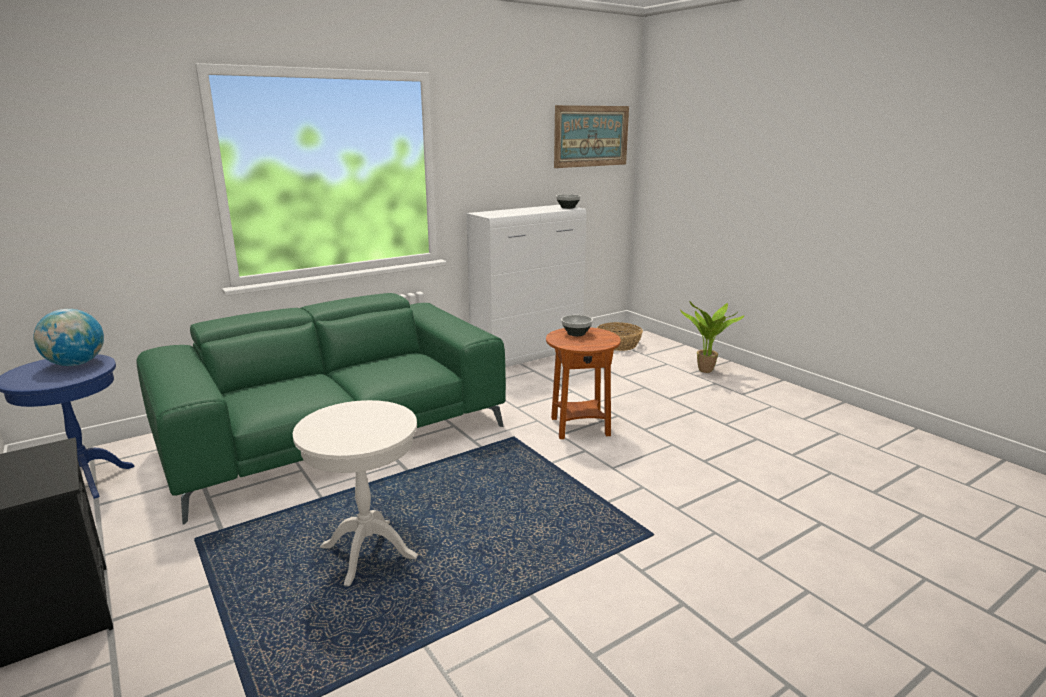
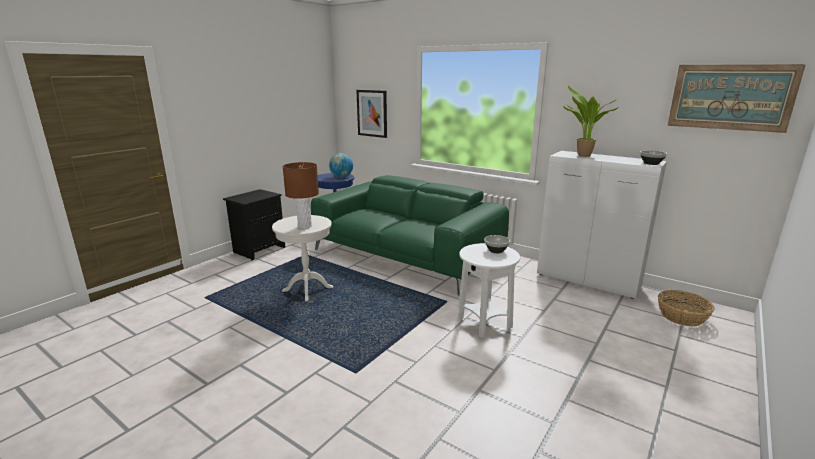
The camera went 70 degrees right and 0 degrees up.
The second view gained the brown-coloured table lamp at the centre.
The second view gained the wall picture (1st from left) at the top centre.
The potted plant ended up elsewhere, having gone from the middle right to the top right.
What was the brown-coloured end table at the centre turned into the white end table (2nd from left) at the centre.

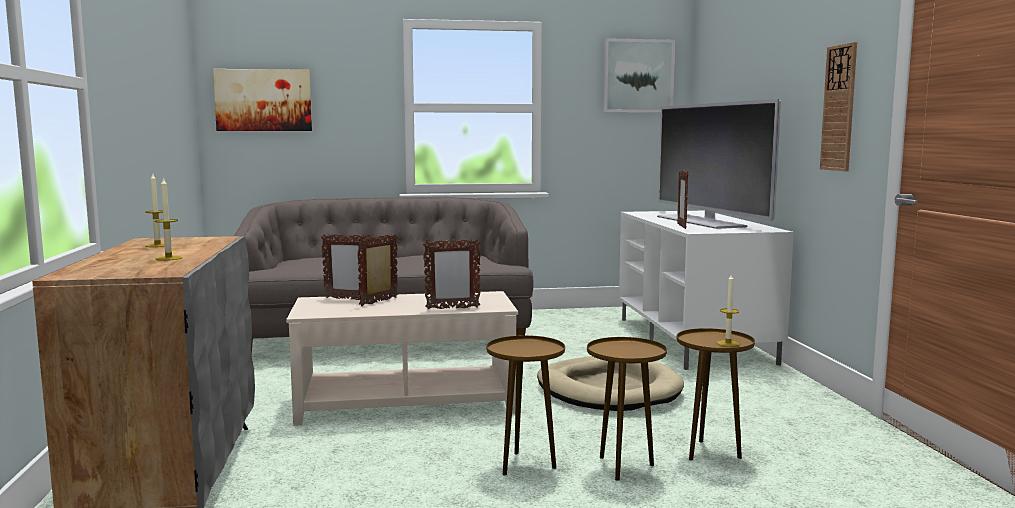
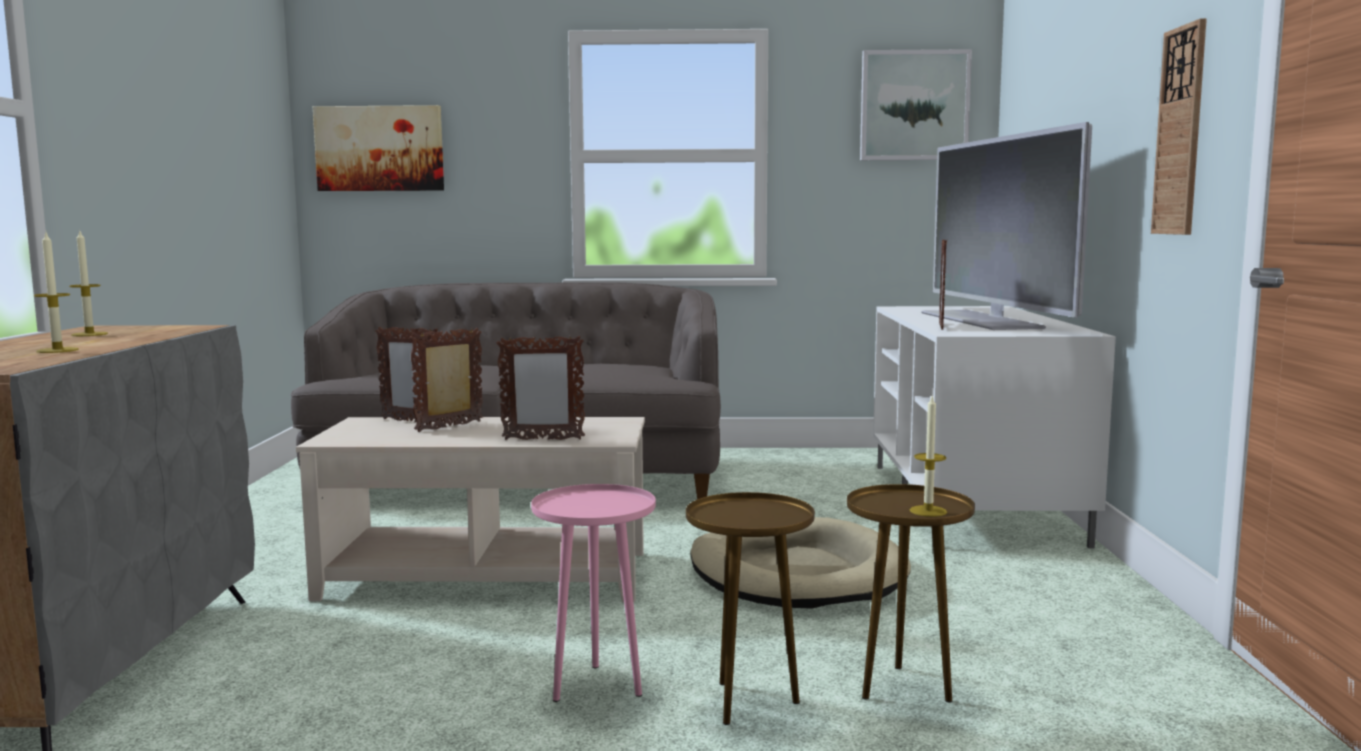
The camera went 10 degrees right and 0 degrees up.
What was the brown-coloured end table (1st from left) at the bottom centre turned into the pinkish end table at the bottom centre.

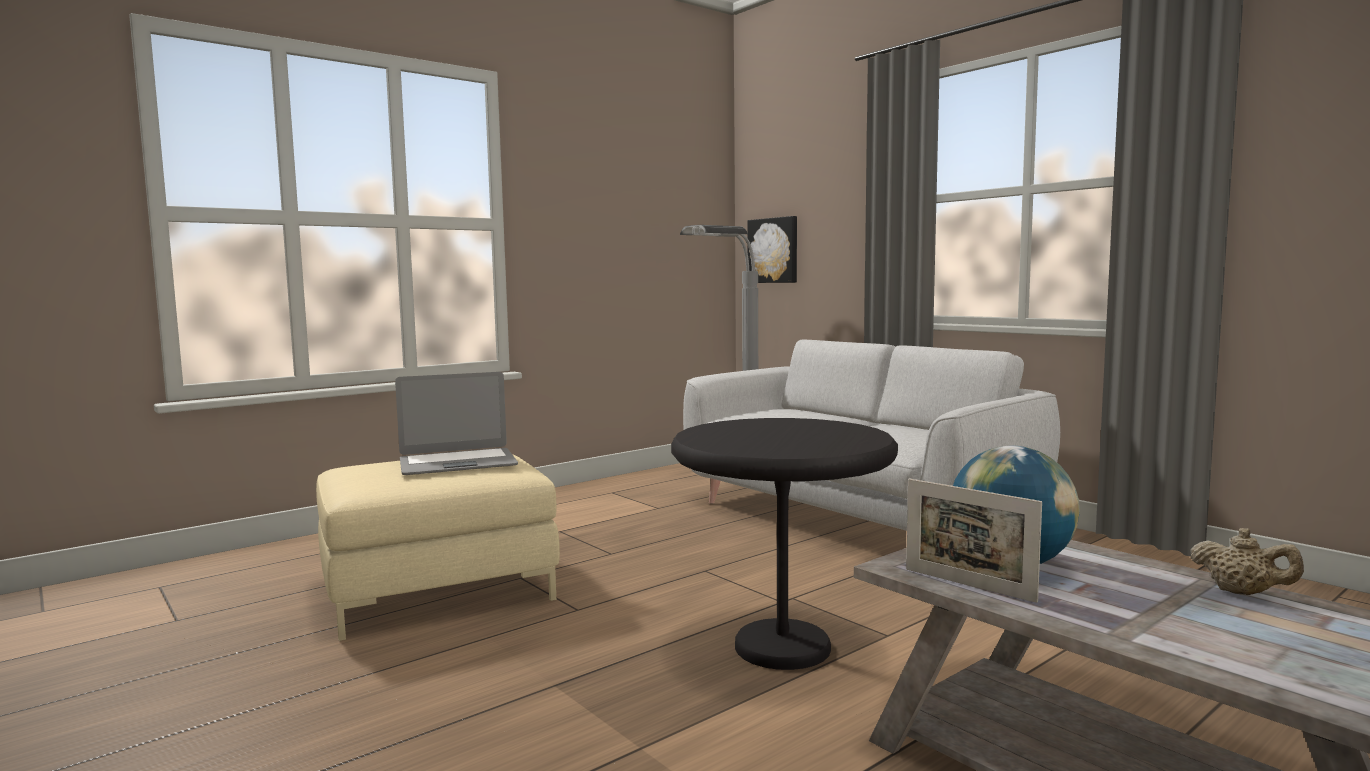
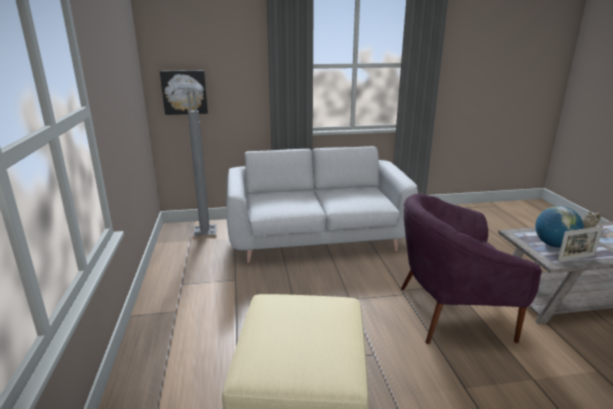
The camera went 60 degrees left and 15 degrees up.
The second view lost the notebook computer at the middle left.
Where the black-coloured end table stood at the bottom centre, the purple armchair came to stand at the middle right.

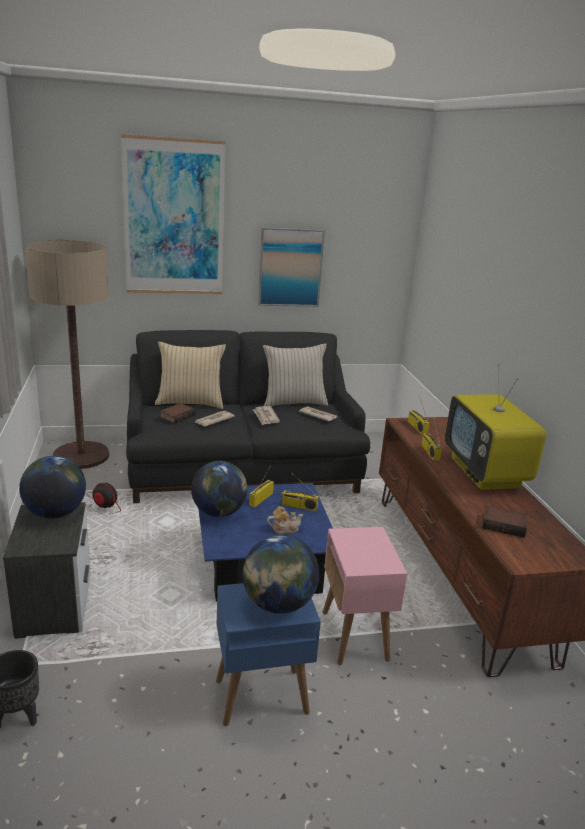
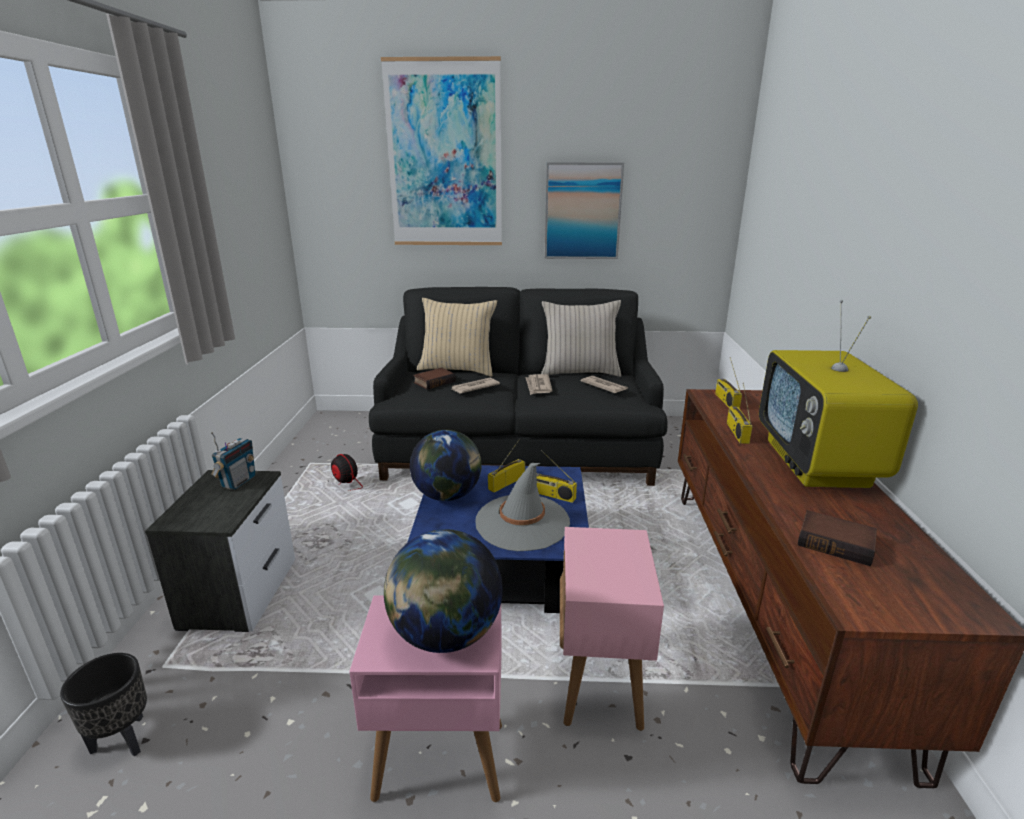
The camera went 15 degrees right and 0 degrees up.
The second view lost the standard lamp at the middle left.
Where the world globe (1st from left) stood at the middle left, the radio receiver (1st from left) came to stand at the middle left.
Where the pot for tea stood at the centre, the greyish hat came to stand at the centre.
What was the blue-coloured end table at the bottom centre turned into the pinkish end table (1st from left) at the bottom centre.

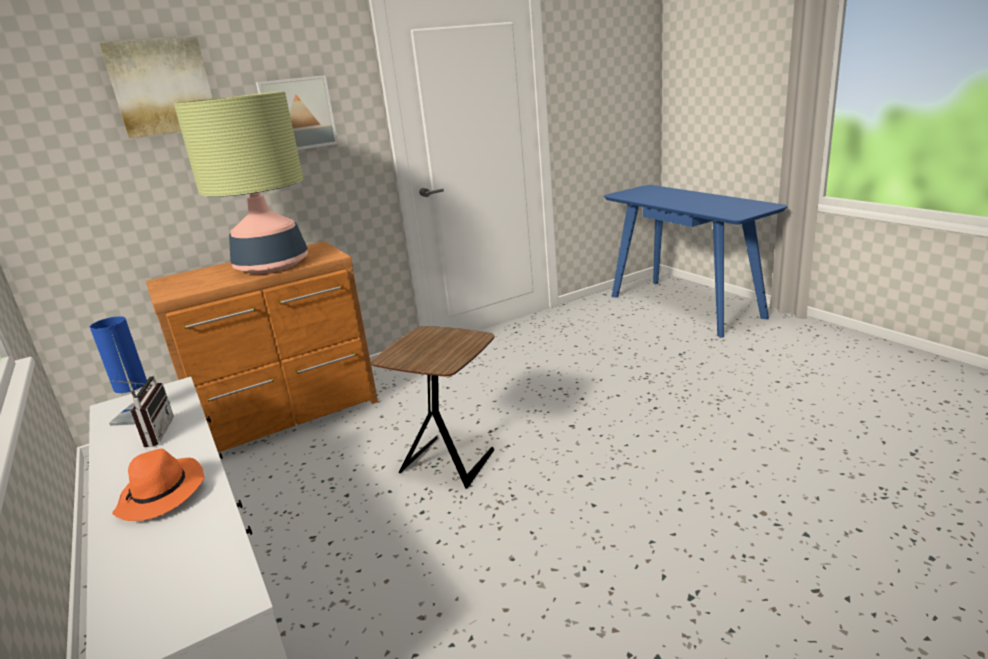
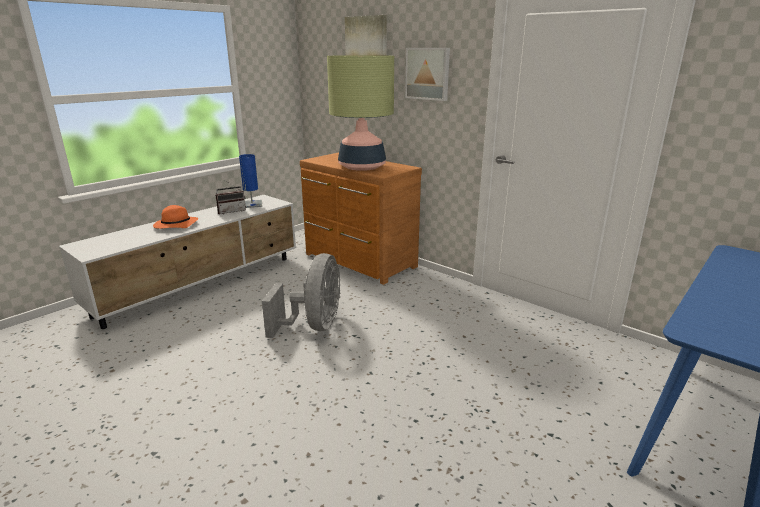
The camera went 70 degrees right and 0 degrees up.
Where the brown-coloured end table stood at the centre, the greyish cooling fan came to stand at the centre.

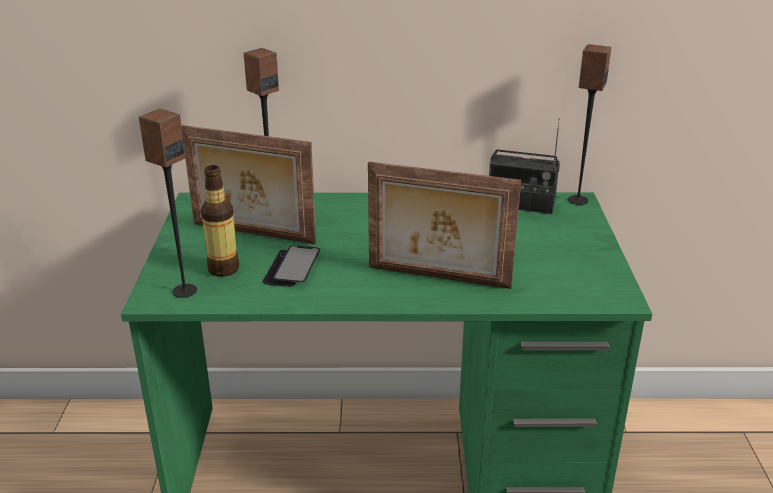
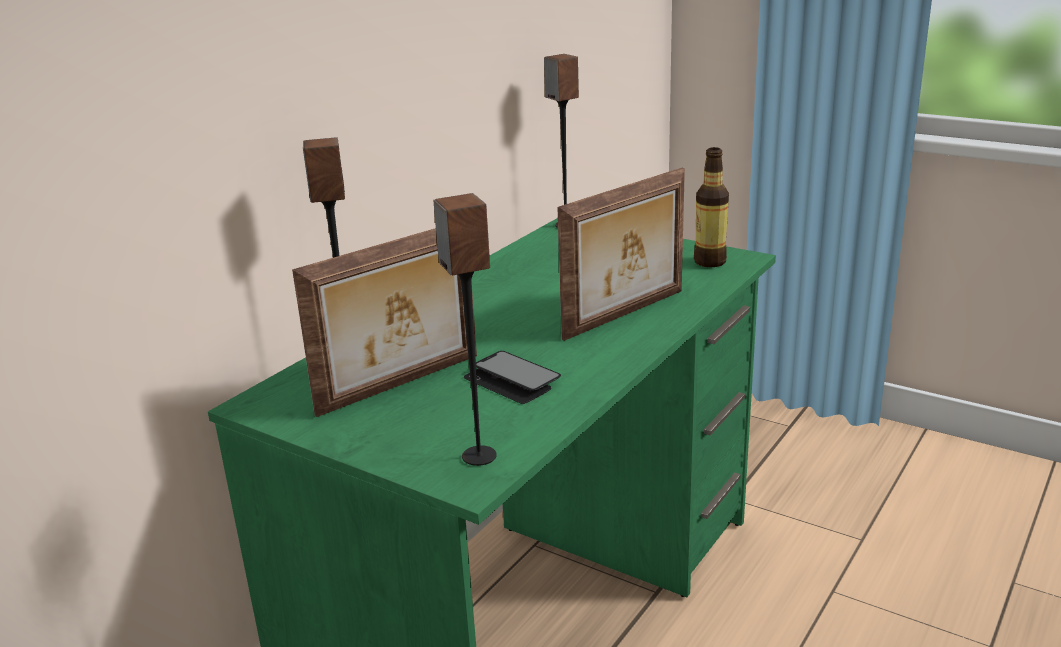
The camera went 55 degrees left and 5 degrees down.
The second view lost the radio receiver at the middle right.
The bottle ended up elsewhere, having gone from the middle left to the top right.

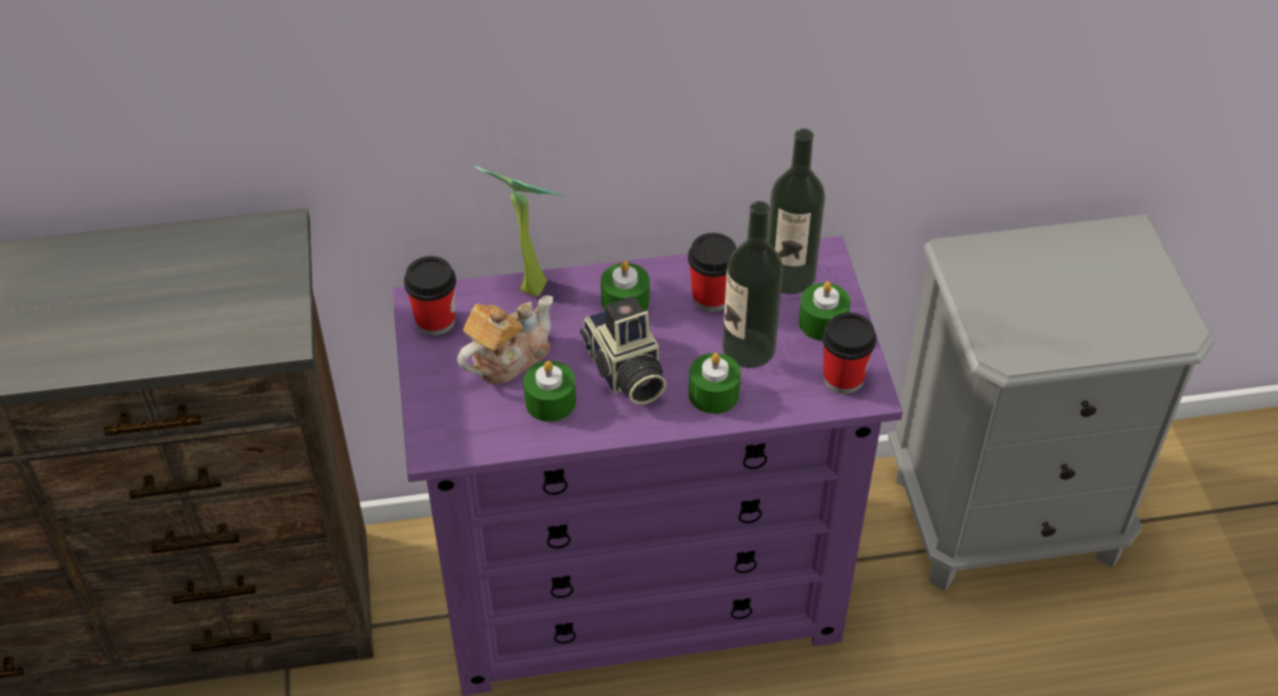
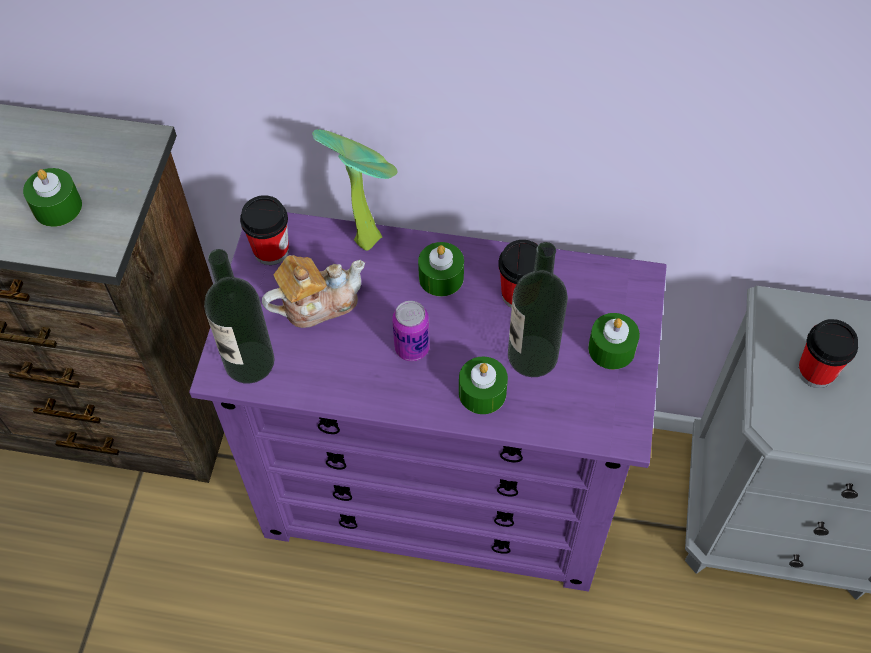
The camera went 20 degrees right and 10 degrees up.
The green-coloured wax candle (1st from left) ended up elsewhere, having gone from the centre to the top left.
The bottle (2nd from left in the first image) ended up elsewhere, having gone from the top centre to the middle left.
The small cup (3rd from left) ended up elsewhere, having gone from the centre to the middle right.
Where the still camera stood at the centre, the sealed can came to stand at the centre.

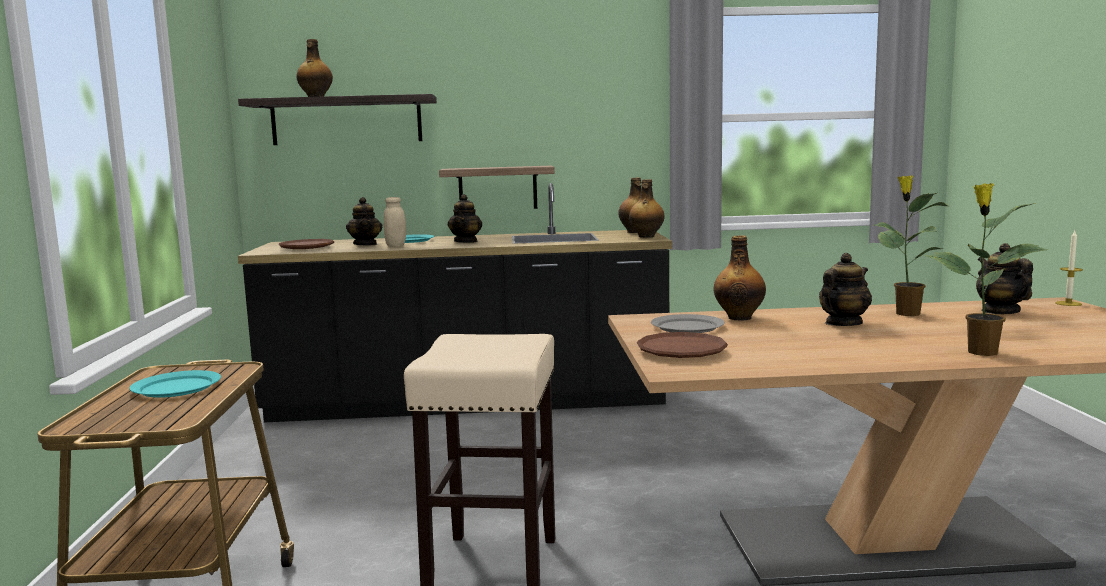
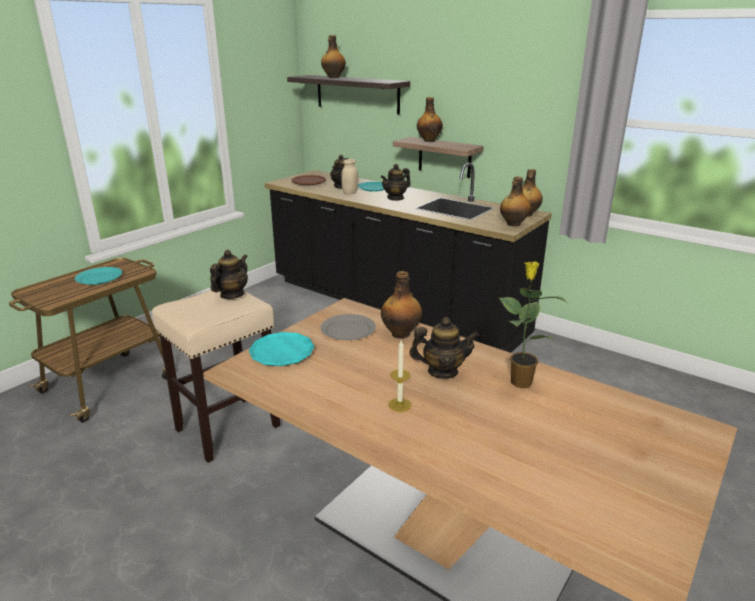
The camera went 40 degrees right and 15 degrees up.
The second view lost the potted plant (2nd from left) at the middle right.
The second view gained the bottle (3rd from left) at the top centre.
The pot for tea (4th from left in the first image) ended up elsewhere, having gone from the middle right to the middle left.
The wax candle ended up elsewhere, having gone from the middle right to the centre.
What was the brown-coloured dinner plate (2nd from left) at the centre turned into the turquoise dinner plate (2nd from left) at the centre.

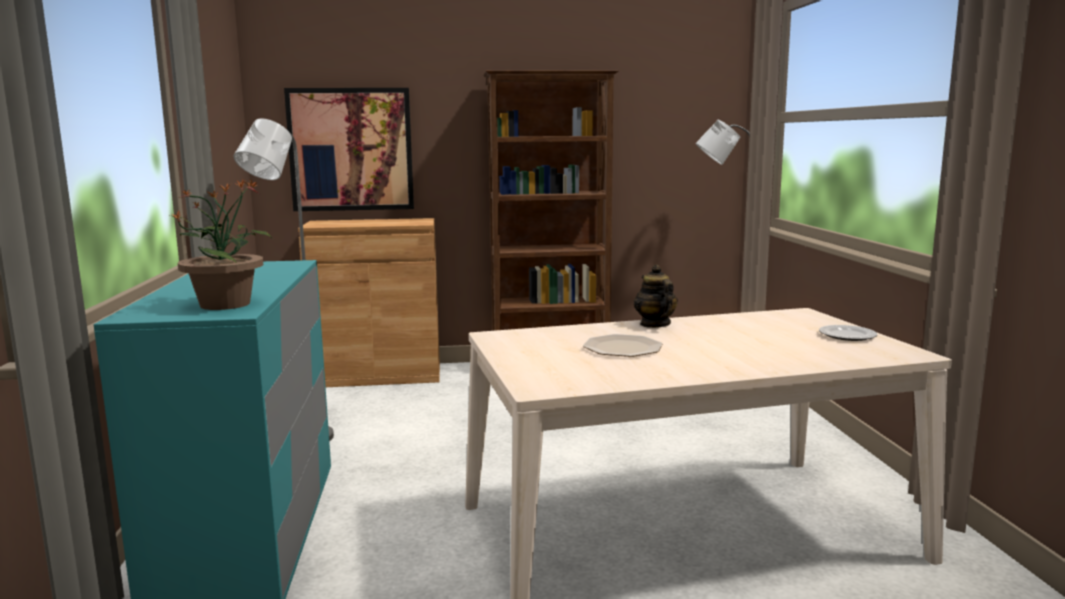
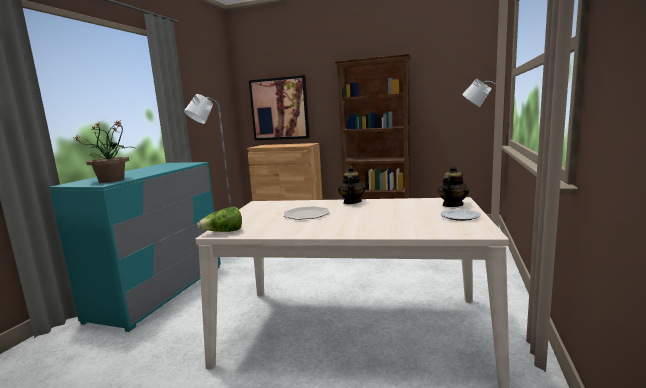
The camera went 25 degrees right and 0 degrees up.
The second view gained the lettuce head at the centre.
The second view gained the pot for tea (2nd from left) at the middle right.

